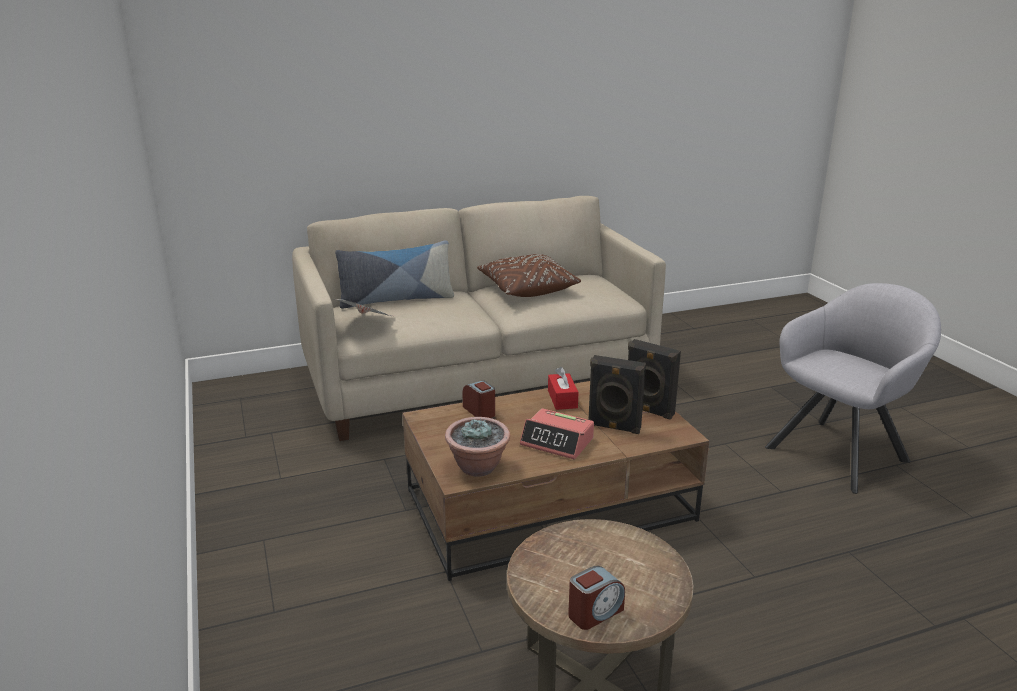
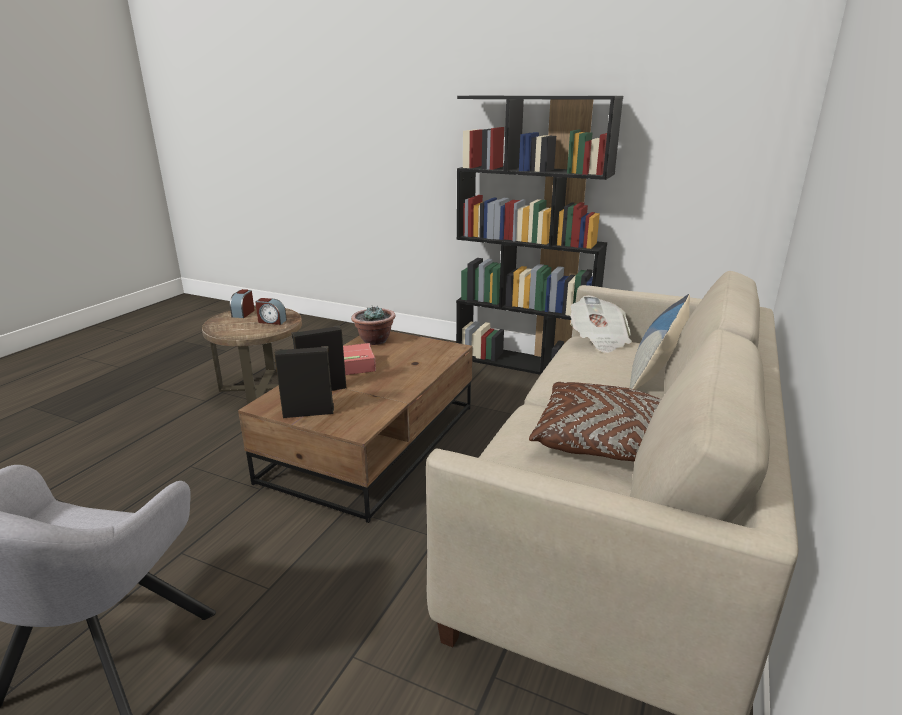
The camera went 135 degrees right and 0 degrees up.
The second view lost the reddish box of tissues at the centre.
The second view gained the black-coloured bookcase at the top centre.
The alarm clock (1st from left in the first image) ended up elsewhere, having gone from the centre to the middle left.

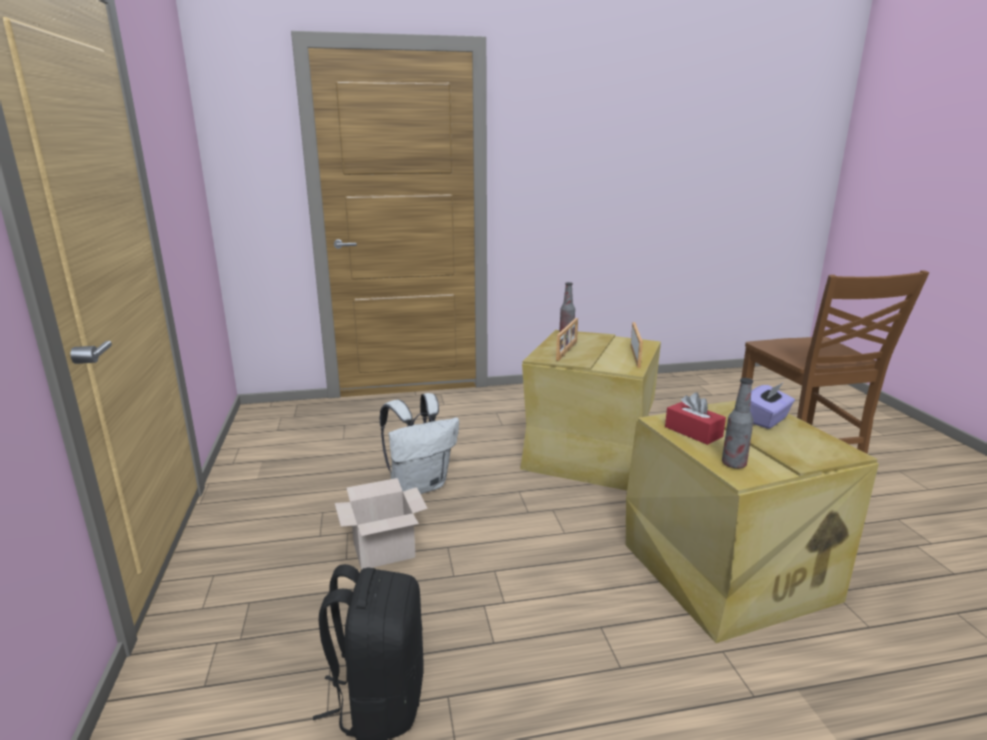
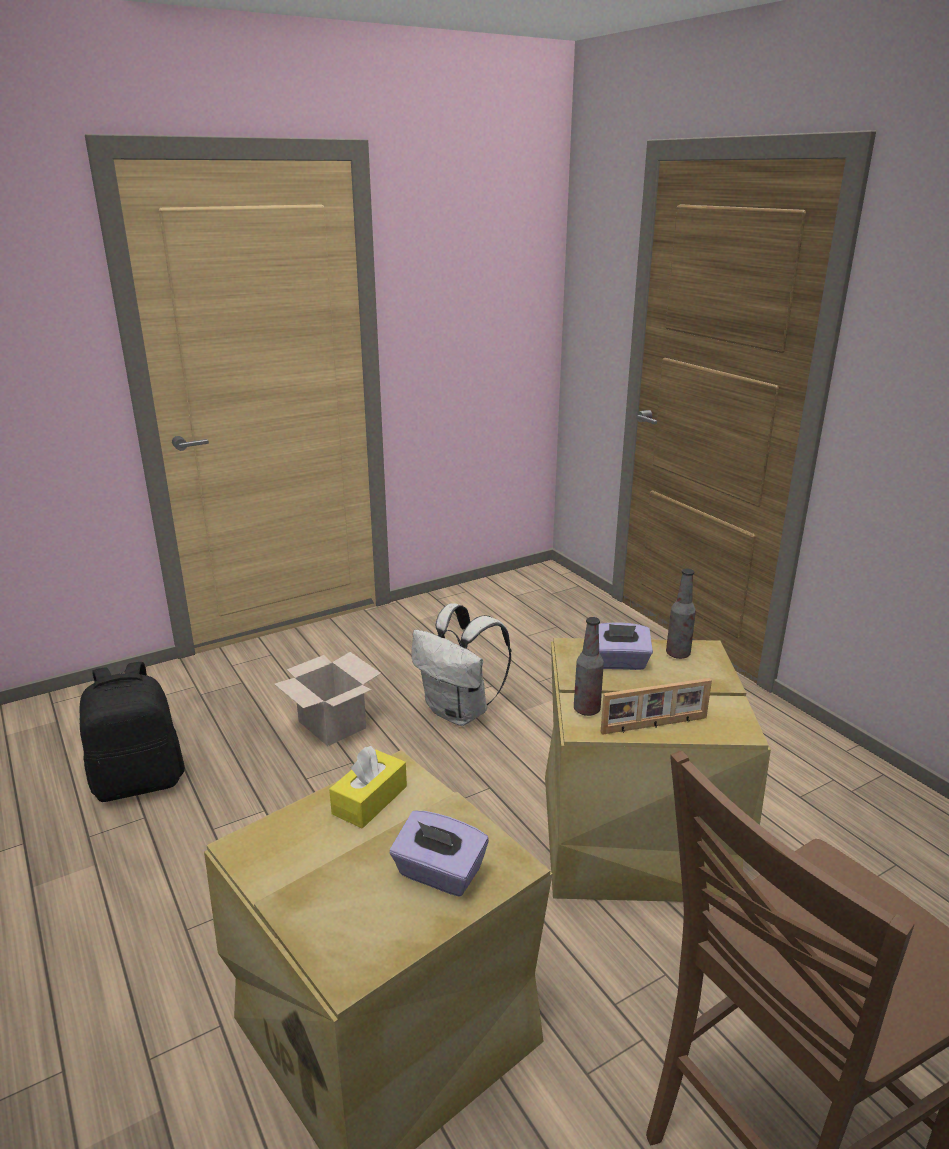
The camera went 70 degrees right and 5 degrees up.
The bottle (2nd from left in the first image) ended up elsewhere, having gone from the middle right to the centre.
Where the picture frame (1st from left) stood at the centre, the purple box of tissues (2nd from left) came to stand at the centre.
What was the reddish box of tissues at the middle right turned into the yellow box of tissues at the bottom centre.

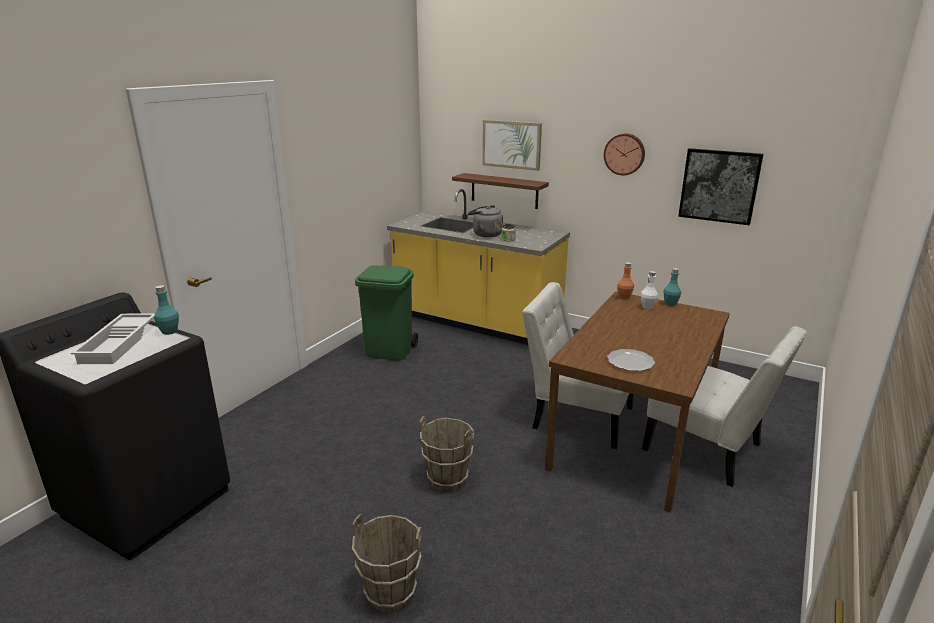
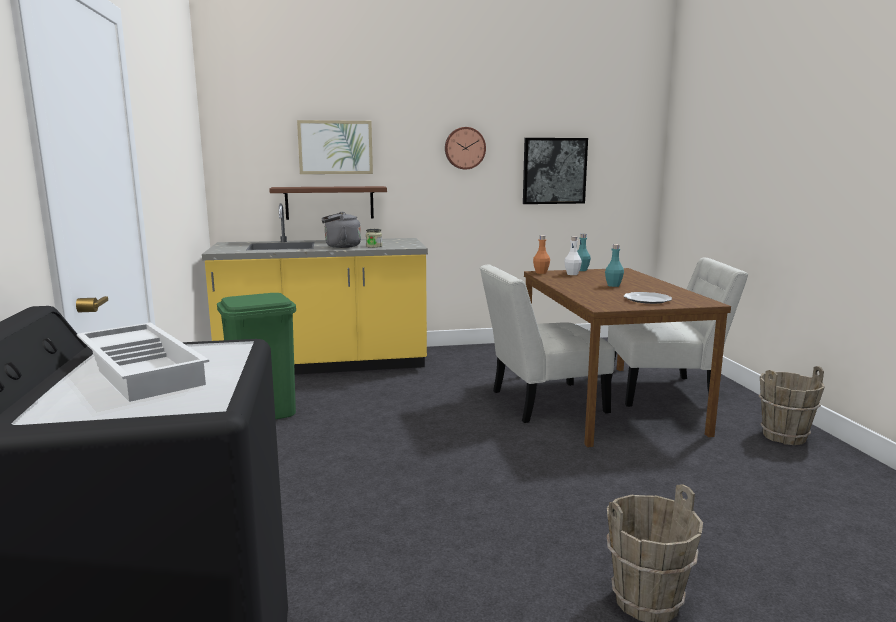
The camera went 40 degrees left and 10 degrees down.
The turquoise bottle (1st from left in the first image) ended up elsewhere, having gone from the middle left to the middle right.
The brown-coloured water bucket (2nd from left) ended up elsewhere, having gone from the bottom centre to the middle right.

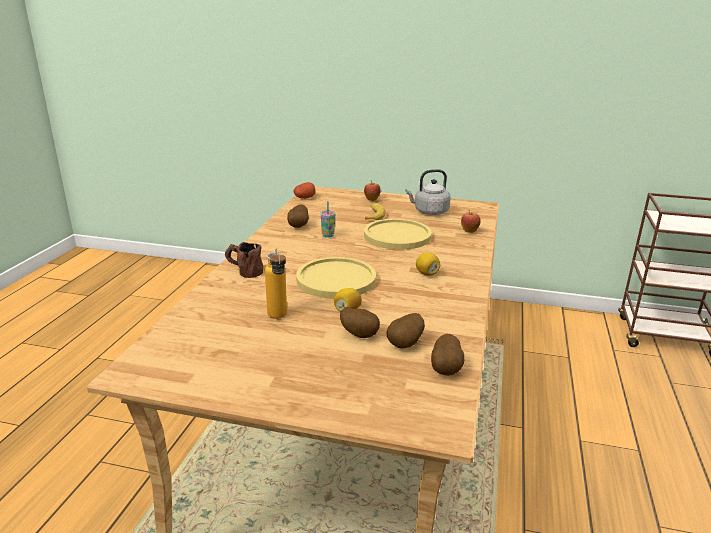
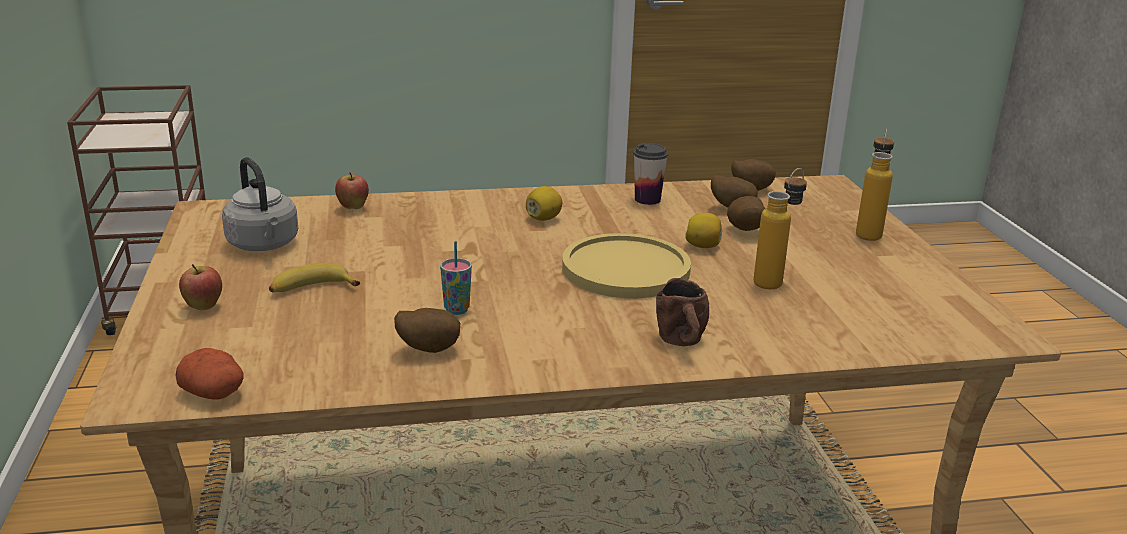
The camera went 115 degrees left and 0 degrees up.
The second view lost the yellow dinner plate (2nd from left) at the centre.
The second view gained the small cup (2nd from left) at the top centre.
The second view gained the bottle (2nd from left) at the middle right.

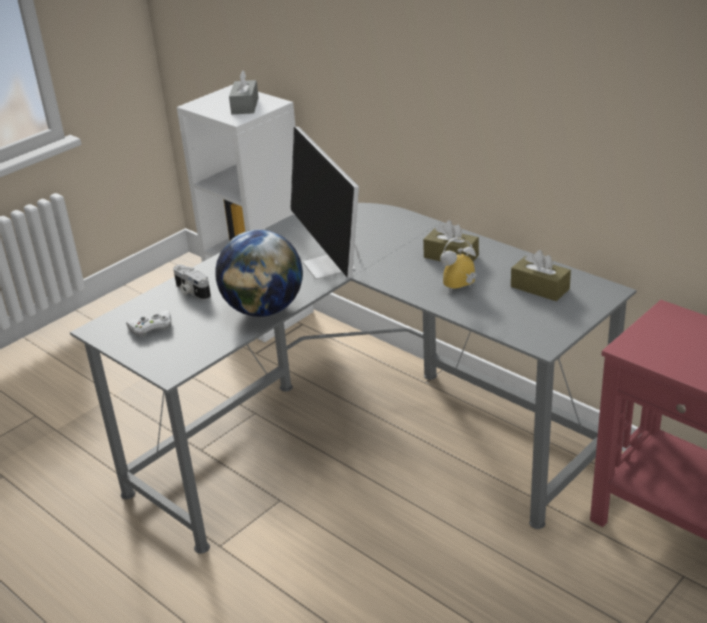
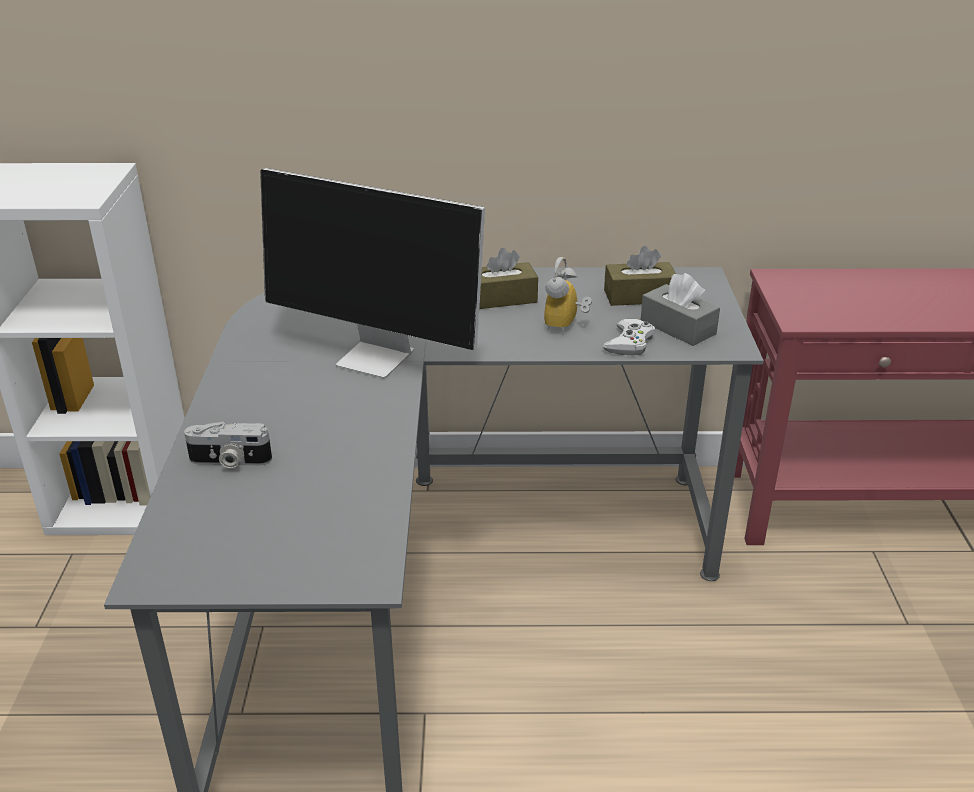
The camera went 45 degrees left and 0 degrees up.
The second view lost the world globe at the centre.
The white game controller ended up elsewhere, having gone from the middle left to the centre.
The greyish box of tissues ended up elsewhere, having gone from the top centre to the middle right.

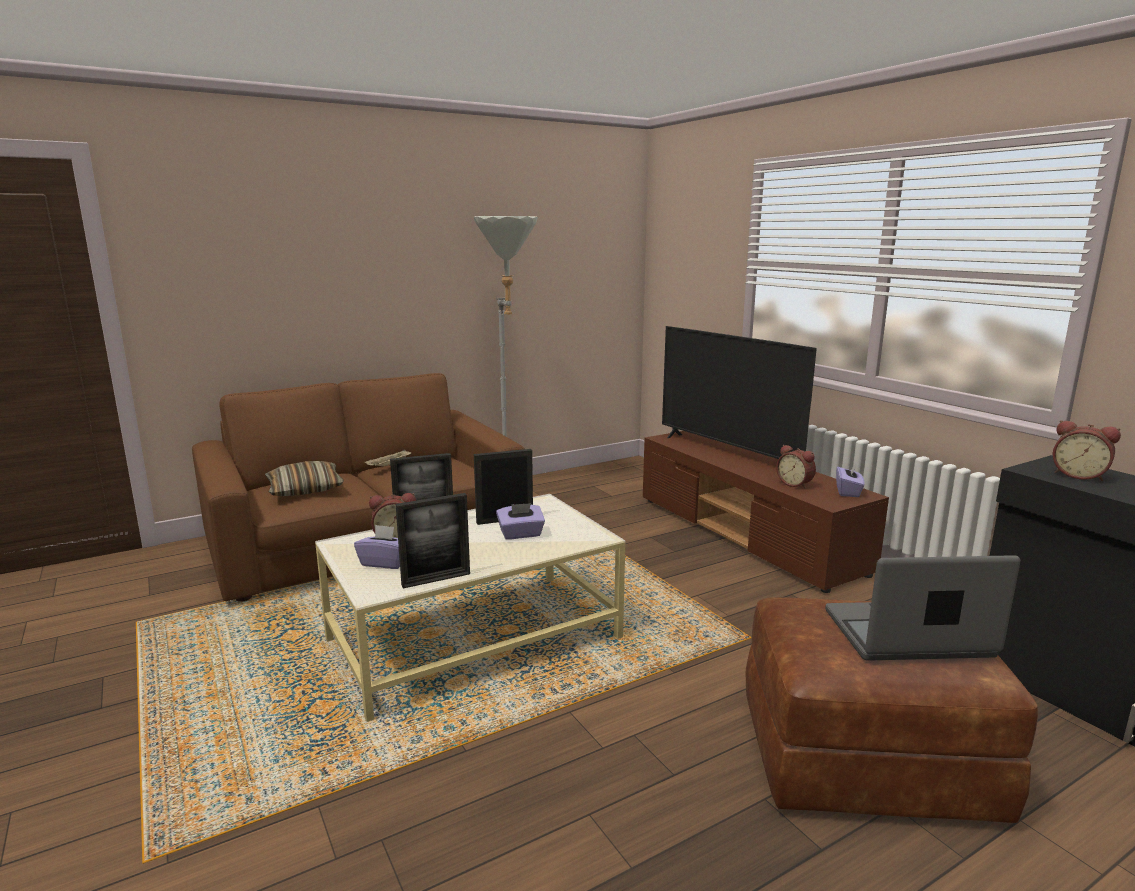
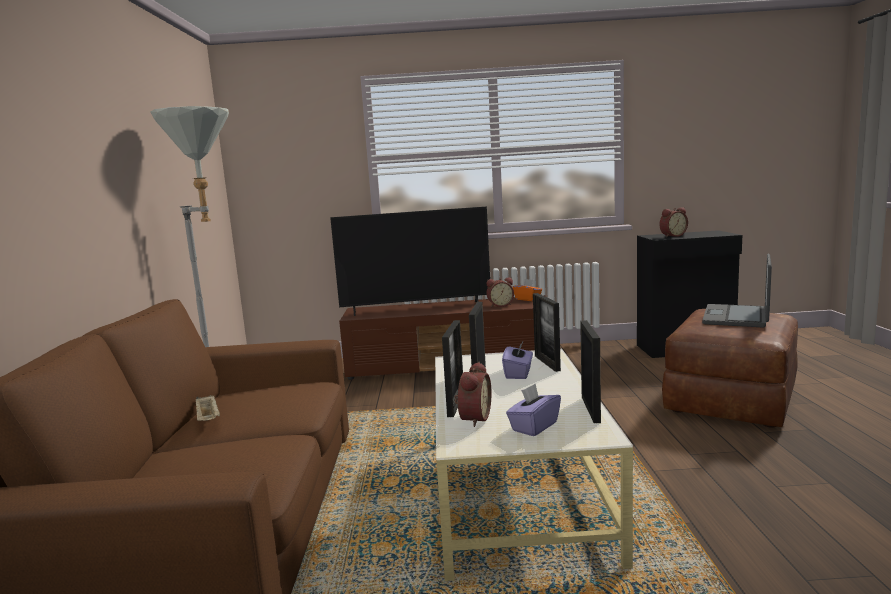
The camera went 60 degrees left and 5 degrees down.
The second view lost the cushion at the middle left.
The second view gained the picture frame (3rd from left) at the centre.
What was the purple box of tissues (3rd from left) at the middle right turned into the orangey box of tissues at the centre.

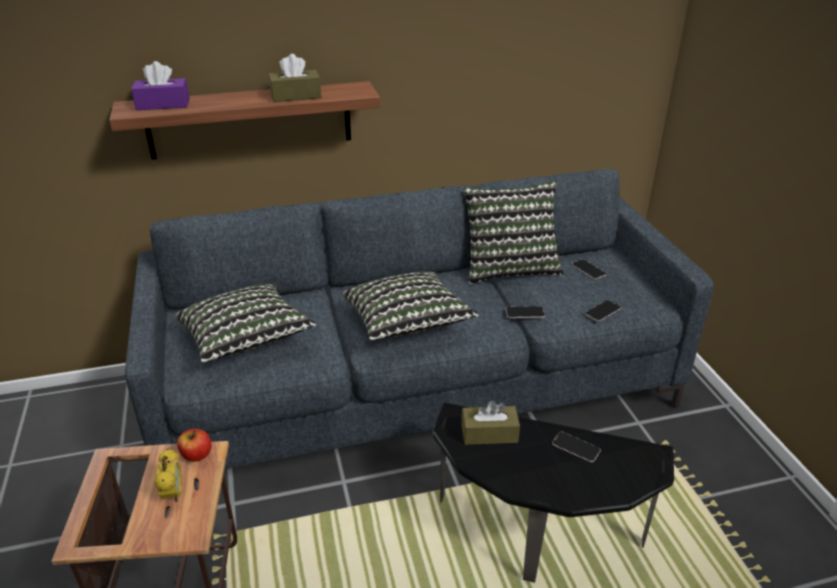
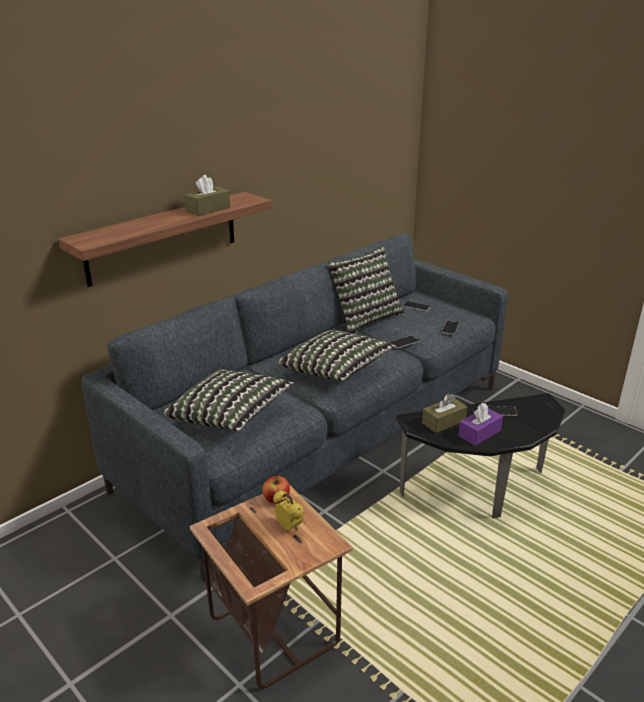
The camera went 30 degrees left and 5 degrees down.
The purple box of tissues ended up elsewhere, having gone from the top left to the middle right.

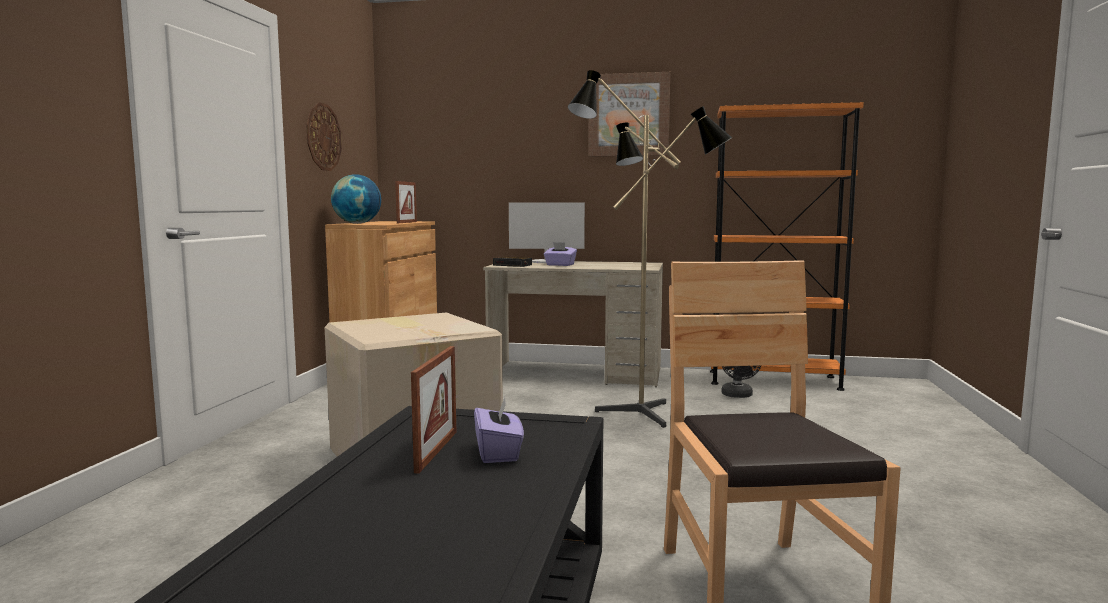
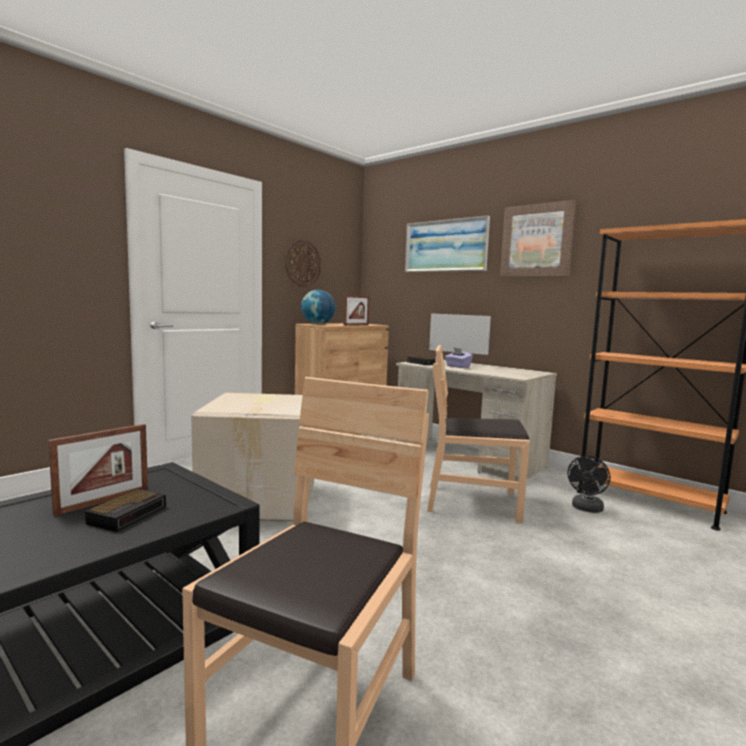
The camera went 30 degrees right and 0 degrees up.
The second view gained the wall picture (1st from left) at the top centre.
Where the purple box of tissues (1st from left) stood at the bottom centre, the alarm clock (1st from left) came to stand at the bottom left.
Where the standard lamp stood at the centre, the brown-coloured upright chair (2nd from left) came to stand at the centre.

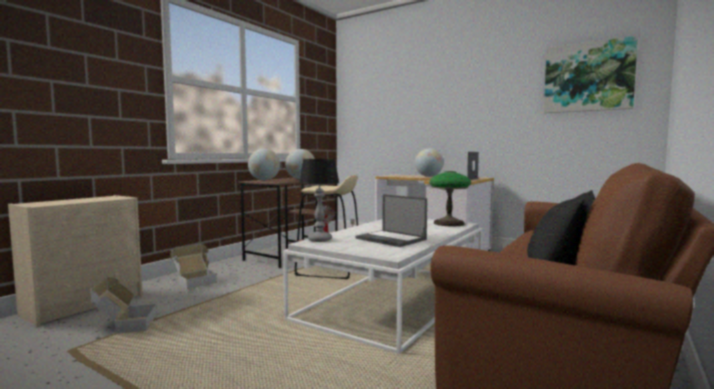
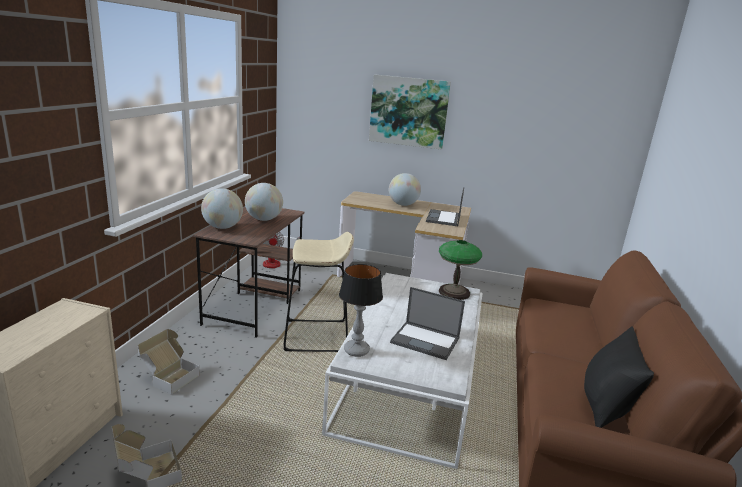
The camera went 20 degrees left and 15 degrees up.
The wall picture ended up elsewhere, having gone from the top right to the top centre.

